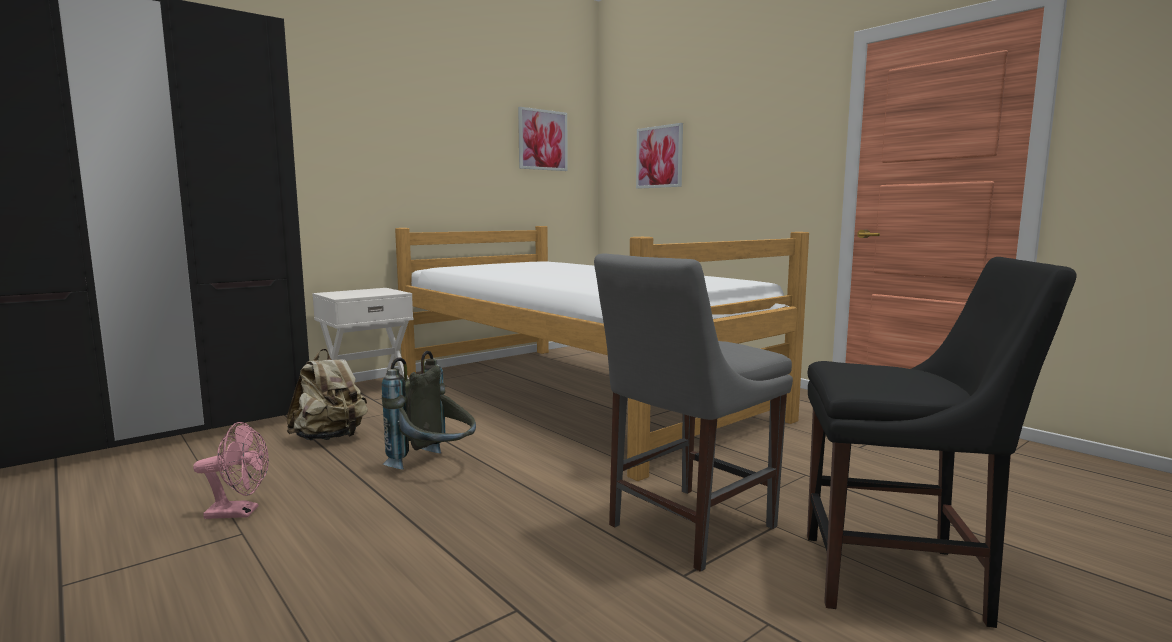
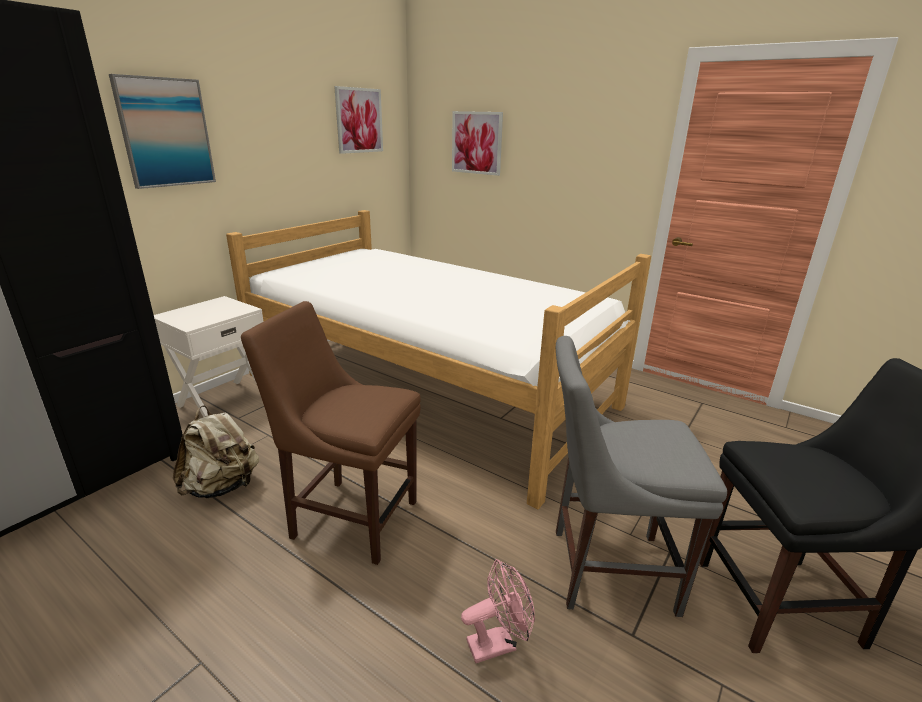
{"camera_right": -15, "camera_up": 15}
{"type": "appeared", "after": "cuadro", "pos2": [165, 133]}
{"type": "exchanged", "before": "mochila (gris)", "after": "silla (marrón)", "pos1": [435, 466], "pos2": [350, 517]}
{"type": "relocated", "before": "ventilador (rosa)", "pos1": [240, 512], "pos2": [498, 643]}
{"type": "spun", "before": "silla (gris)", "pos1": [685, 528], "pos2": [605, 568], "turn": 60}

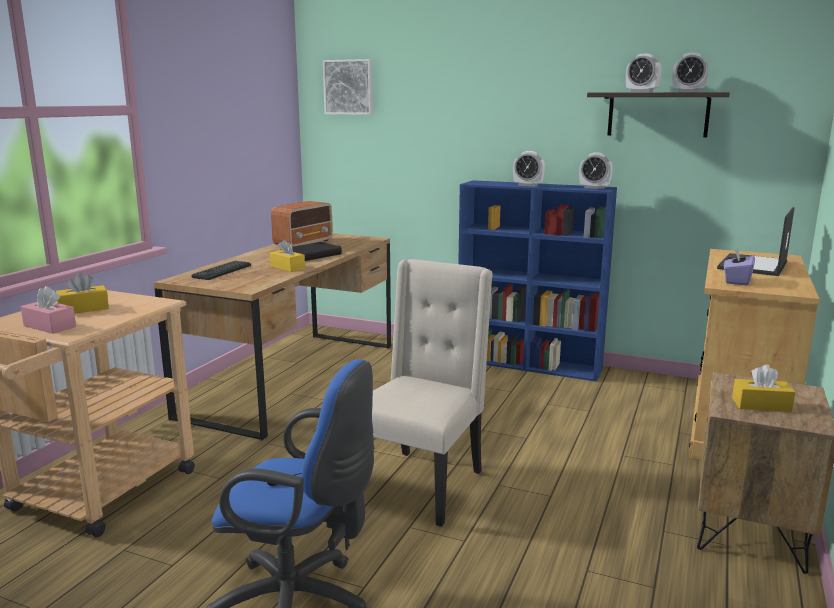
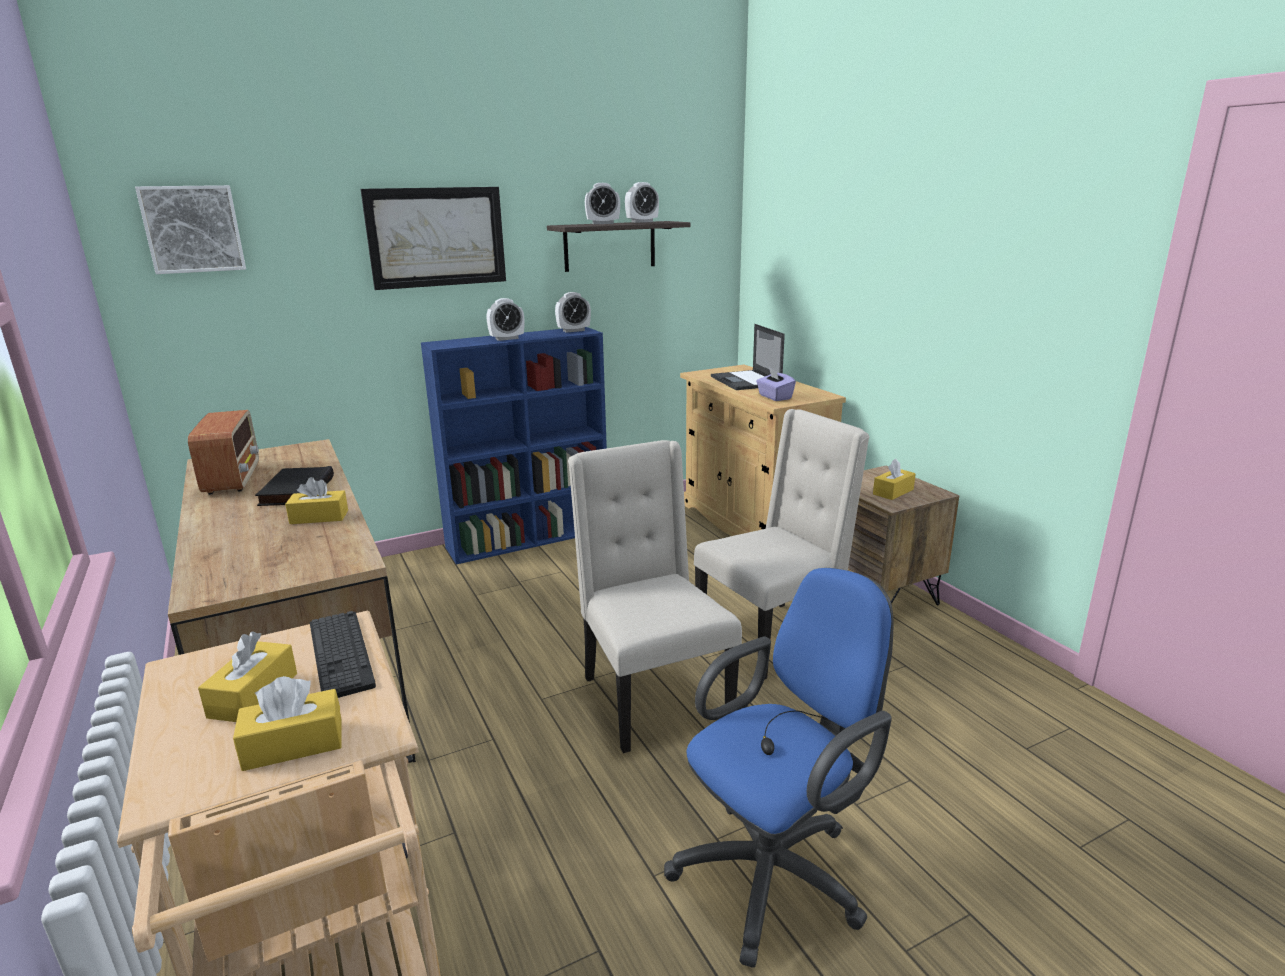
{"camera_right": -50, "camera_up": 5}
{"type": "colour", "before": "caja de pañuelos (rosa)", "after": "caja de pañuelos (amarillo)", "pos1": [50, 326], "pos2": [293, 744]}
{"type": "relocated", "before": "teclado", "pos1": [222, 271], "pos2": [341, 654]}
{"type": "appeared", "after": "cuadro", "pos2": [436, 237]}
{"type": "appeared", "after": "silla (beis)", "pos2": [772, 637]}

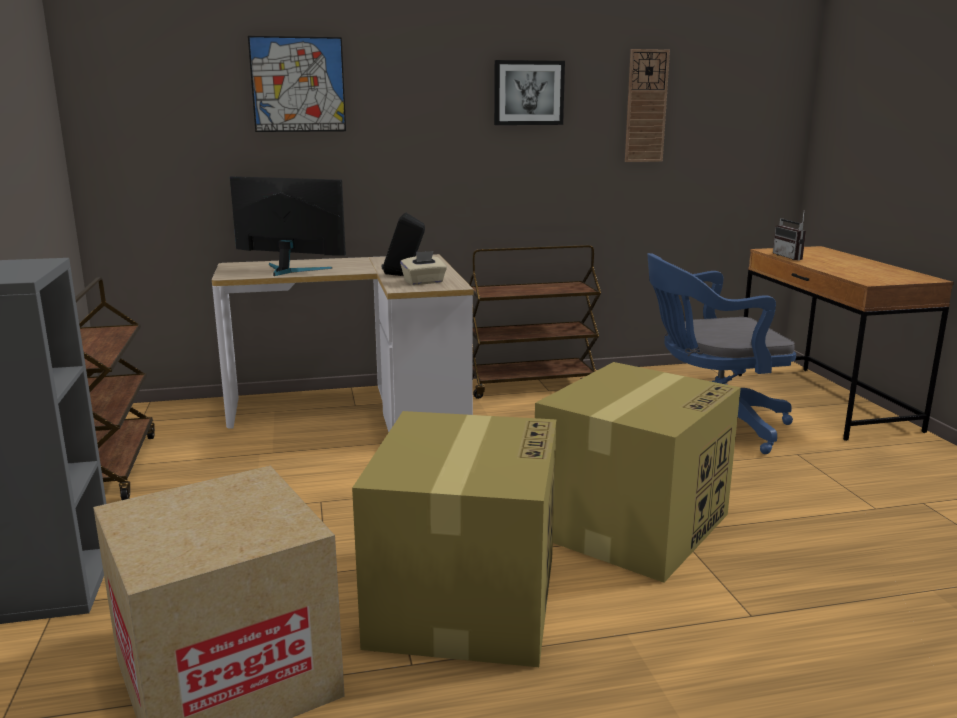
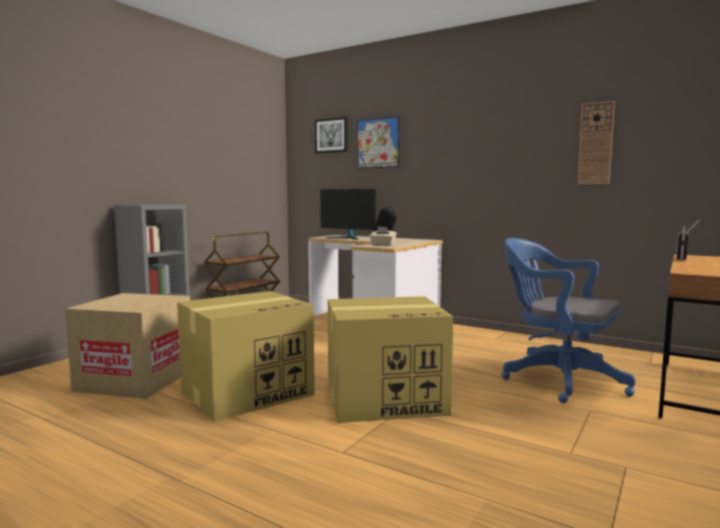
{"camera_right": 45, "camera_up": -10}
{"type": "relocated", "before": "cuadro", "pos1": [528, 93], "pos2": [331, 135]}
{"type": "spun", "before": "monitor", "pos1": [289, 270], "pos2": [348, 238], "turn": 150}
{"type": "missing", "before": "carrito (marrón)", "pos1": [531, 385]}

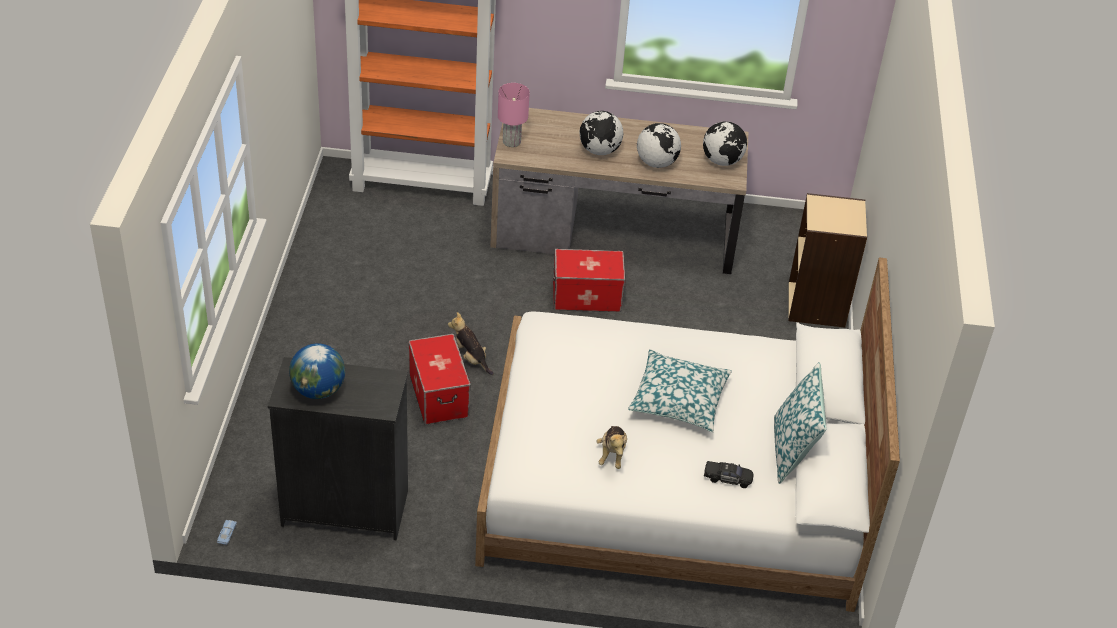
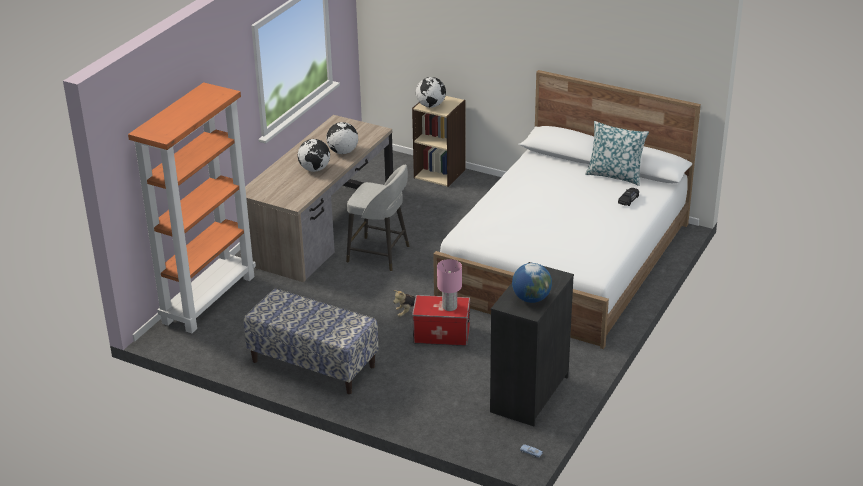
{"camera_right": -65, "camera_up": -10}
{"type": "appeared", "after": "banco", "pos2": [313, 364]}
{"type": "exchanged", "before": "caja de almacenaje", "after": "taburete (gris)", "pos1": [586, 297], "pos2": [380, 254]}
{"type": "relocated", "before": "globo terráqueo", "pos1": [722, 161], "pos2": [431, 105]}
{"type": "relocated", "before": "lámpara de mesa (rosa)", "pos1": [512, 141], "pos2": [449, 306]}
{"type": "missing", "before": "peluche", "pos1": [612, 454]}
{"type": "missing", "before": "cojín", "pos1": [679, 399]}

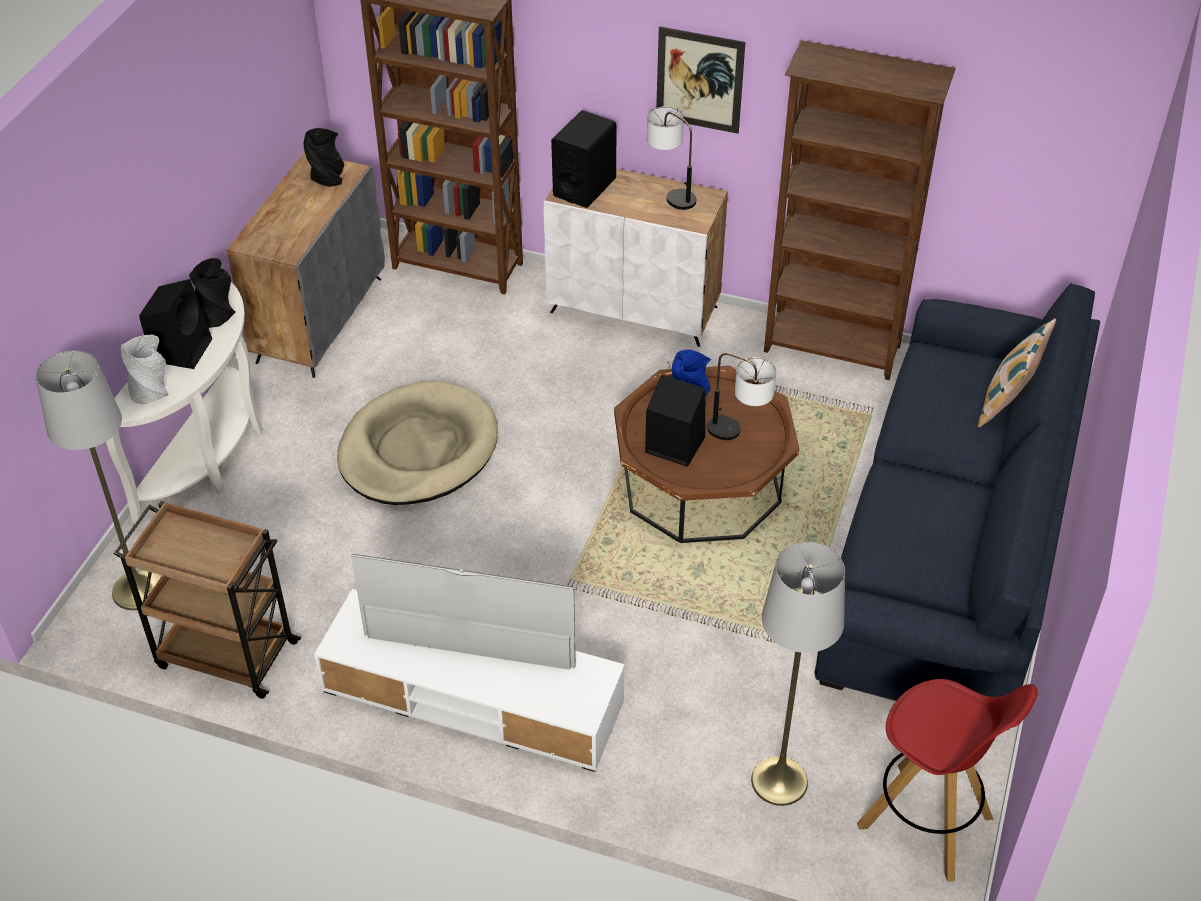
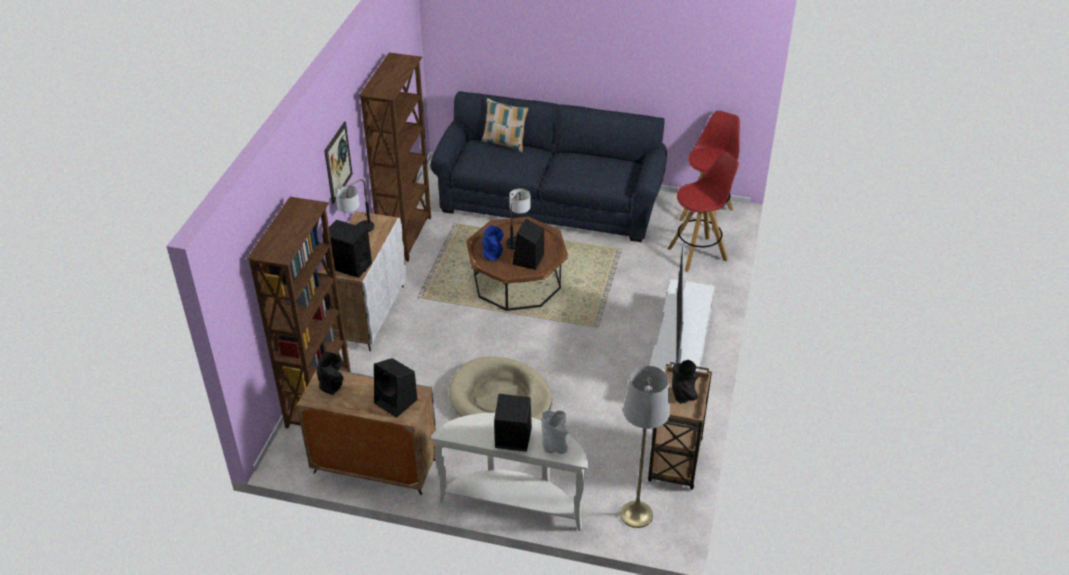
{"camera_right": -95, "camera_up": -5}
{"type": "appeared", "after": "altavoz (negro)", "pos2": [397, 402]}
{"type": "exchanged", "before": "lámpara de pie (gris)", "after": "taburete (rojo)", "pos1": [779, 781], "pos2": [698, 254]}
{"type": "relocated", "before": "florero (negro)", "pos1": [217, 314], "pos2": [683, 395]}

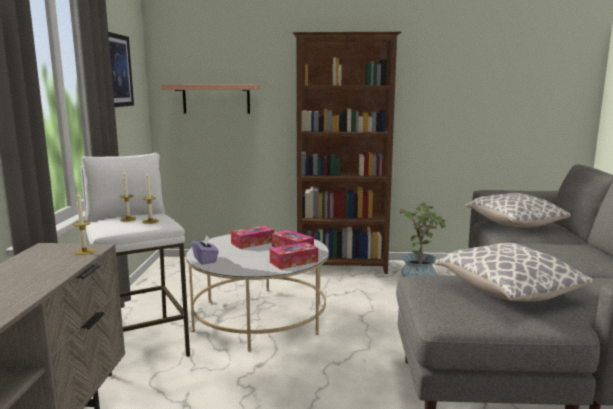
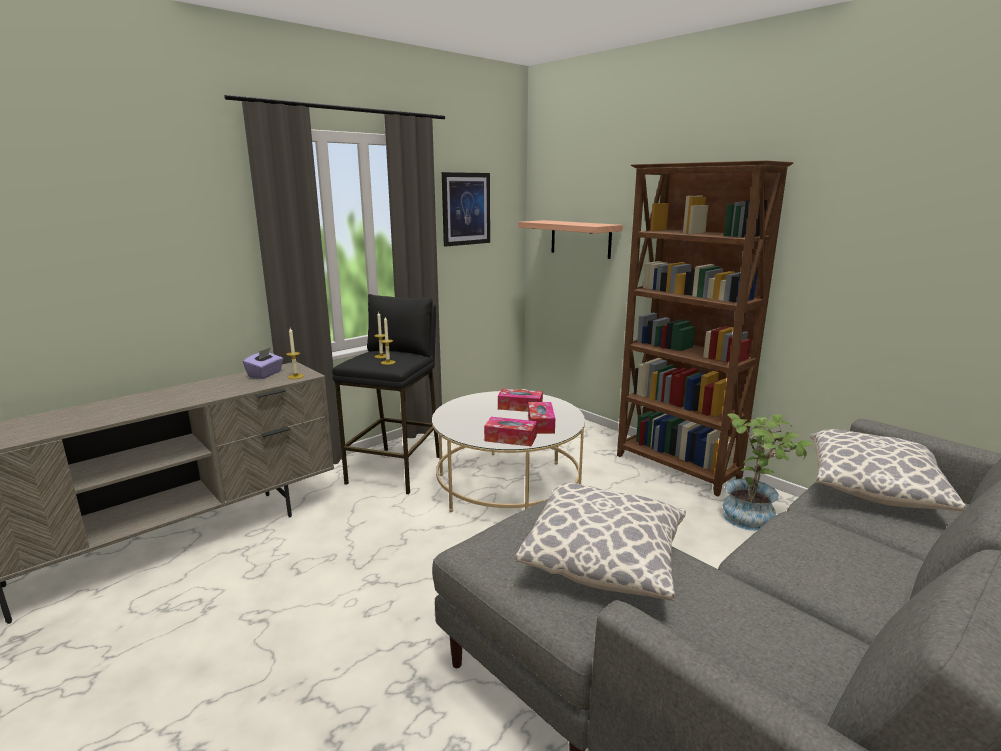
{"camera_right": 45, "camera_up": 5}
{"type": "relocated", "before": "caja de pañuelos (morado)", "pos1": [205, 260], "pos2": [265, 374]}
{"type": "colour", "before": "taburete (blanco)", "after": "taburete (negro)", "pos1": [141, 344], "pos2": [396, 469]}

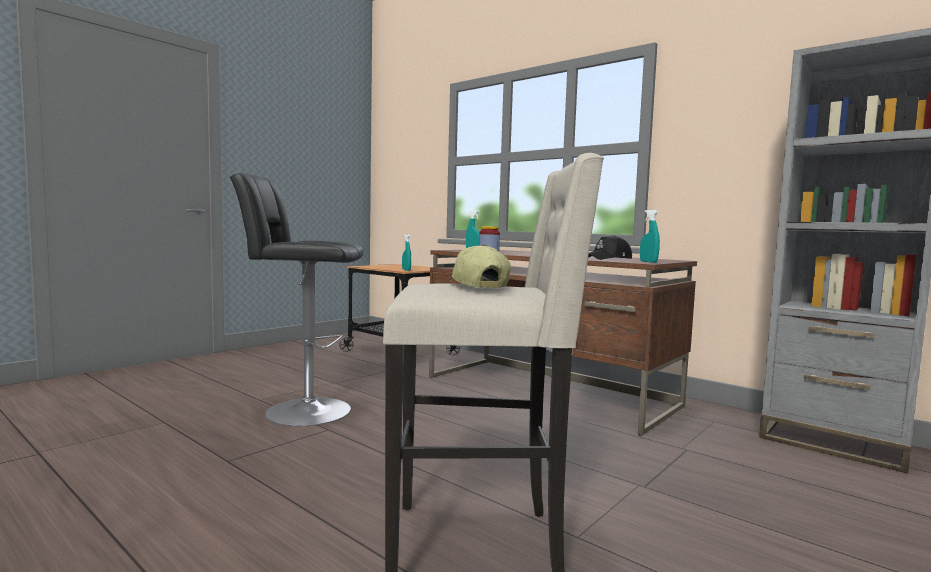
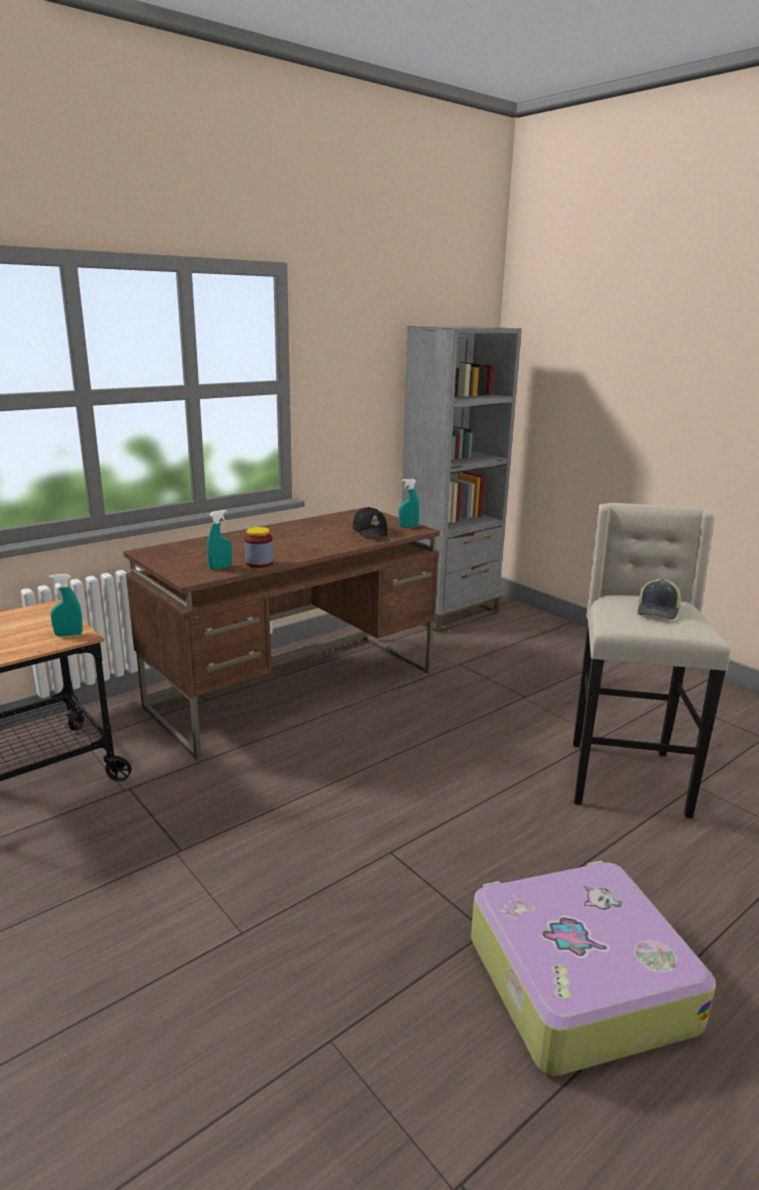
{"camera_right": -80, "camera_up": 15}
{"type": "appeared", "after": "maleta", "pos2": [576, 980]}
{"type": "spun", "before": "gorra", "pos1": [477, 287], "pos2": [658, 611], "turn": -60}
{"type": "missing", "before": "taburete (negro)", "pos1": [302, 411]}

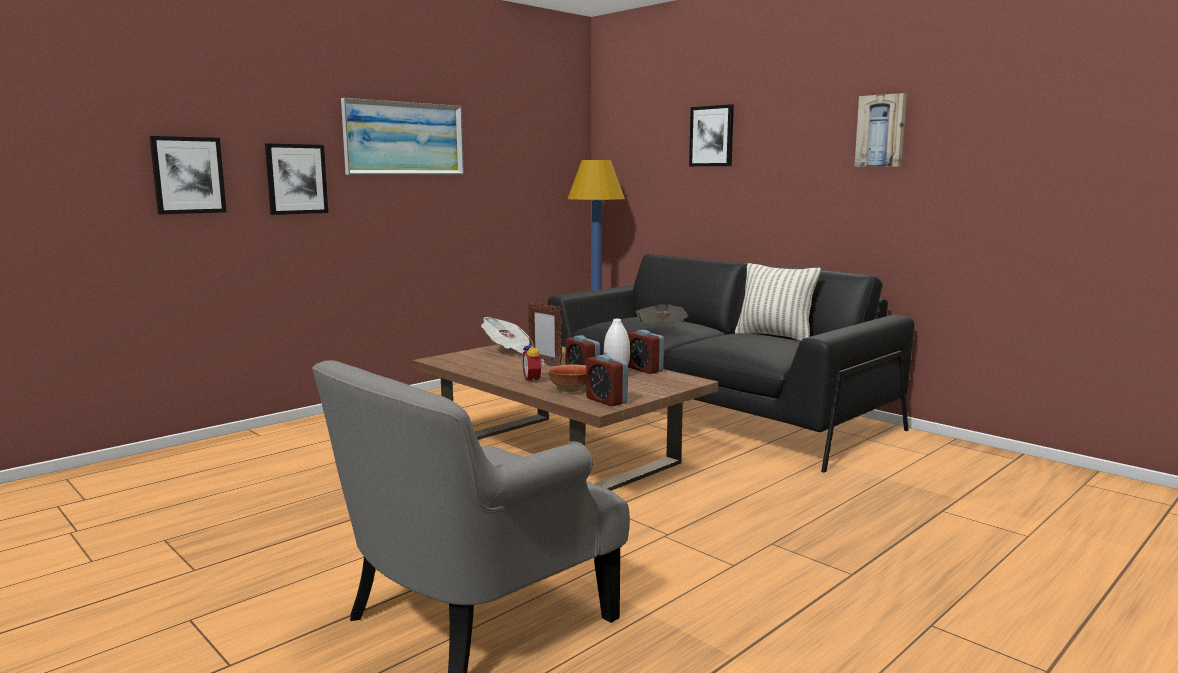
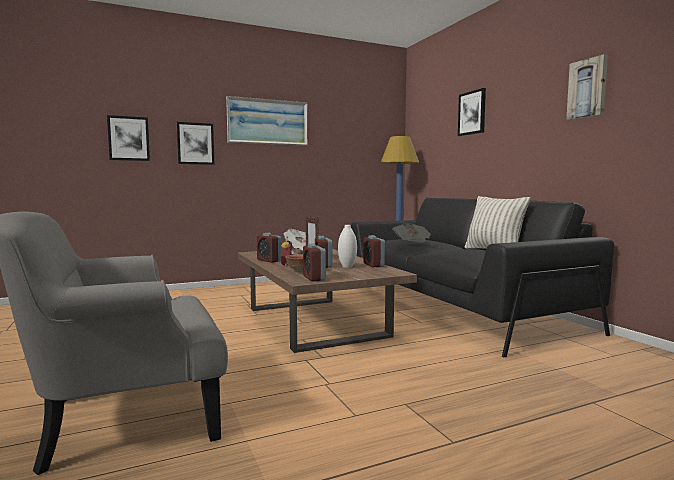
{"camera_right": 20, "camera_up": -5}
{"type": "appeared", "after": "despertador", "pos2": [269, 260]}

